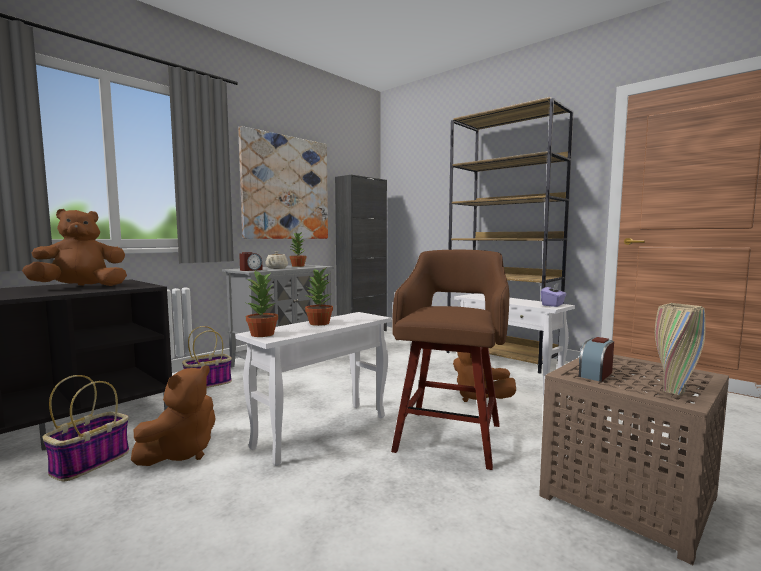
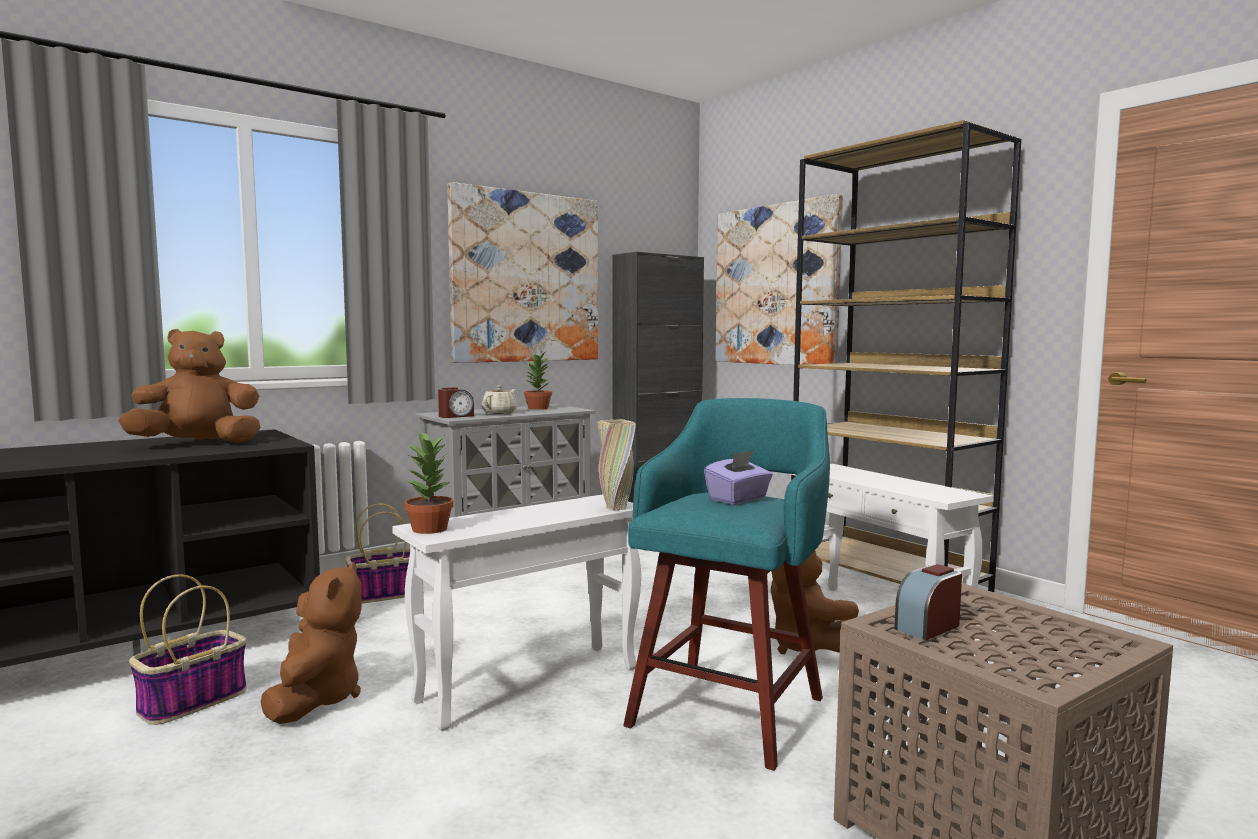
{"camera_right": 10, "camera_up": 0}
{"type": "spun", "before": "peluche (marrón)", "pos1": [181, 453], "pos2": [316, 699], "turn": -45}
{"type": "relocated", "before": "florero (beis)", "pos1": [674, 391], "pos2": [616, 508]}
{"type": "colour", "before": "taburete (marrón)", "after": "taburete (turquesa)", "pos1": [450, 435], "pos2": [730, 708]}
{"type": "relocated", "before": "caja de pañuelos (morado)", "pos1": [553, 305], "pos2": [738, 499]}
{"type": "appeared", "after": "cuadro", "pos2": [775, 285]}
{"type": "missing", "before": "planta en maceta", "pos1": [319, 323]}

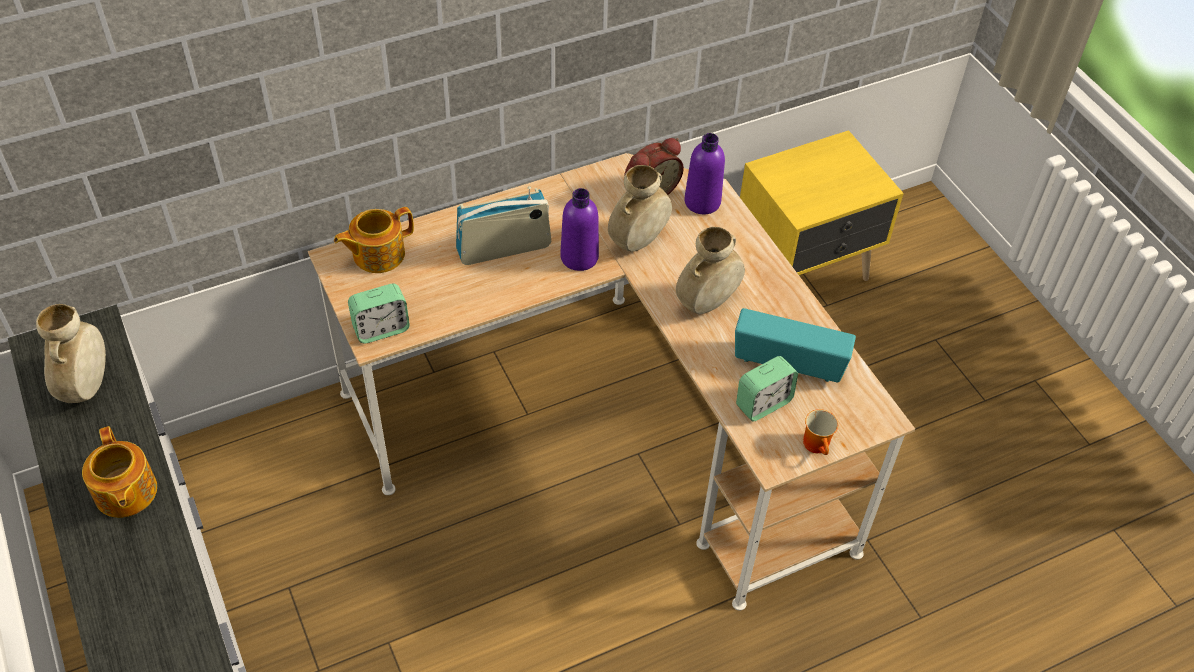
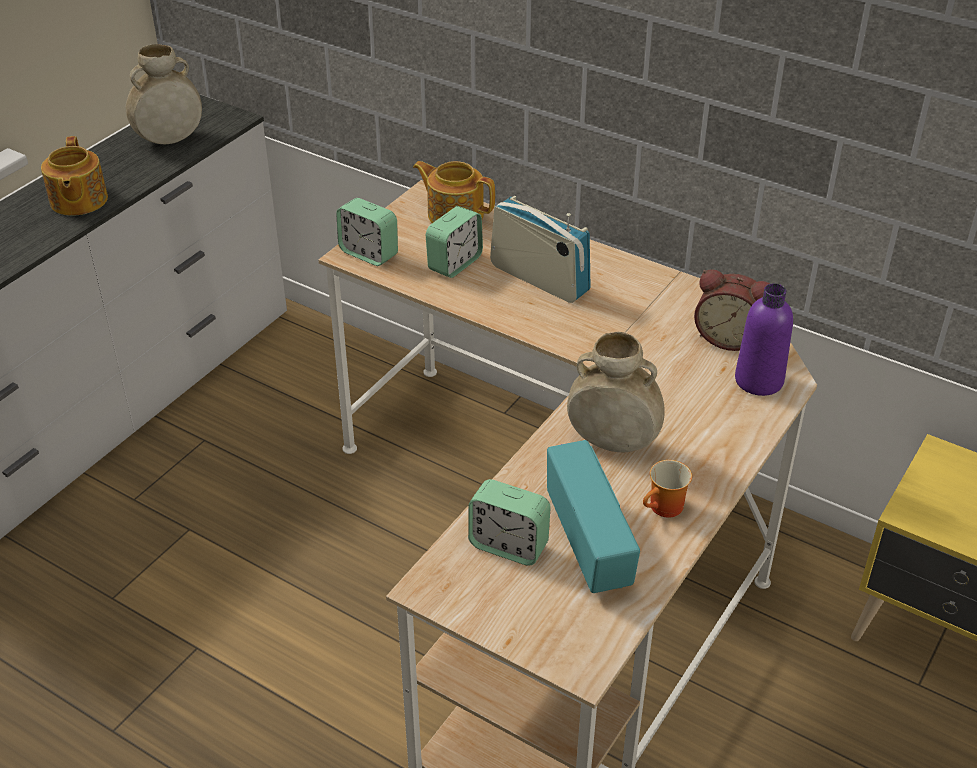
{"camera_right": 60, "camera_up": -10}
{"type": "spun", "before": "tetera", "pos1": [125, 493], "pos2": [78, 201], "turn": -45}
{"type": "appeared", "after": "despertador", "pos2": [454, 263]}
{"type": "relocated", "before": "taza grande", "pos1": [818, 445], "pos2": [665, 509]}
{"type": "missing", "before": "botella (morado)", "pos1": [579, 257]}
{"type": "missing", "before": "florero (beis)", "pos1": [638, 241]}

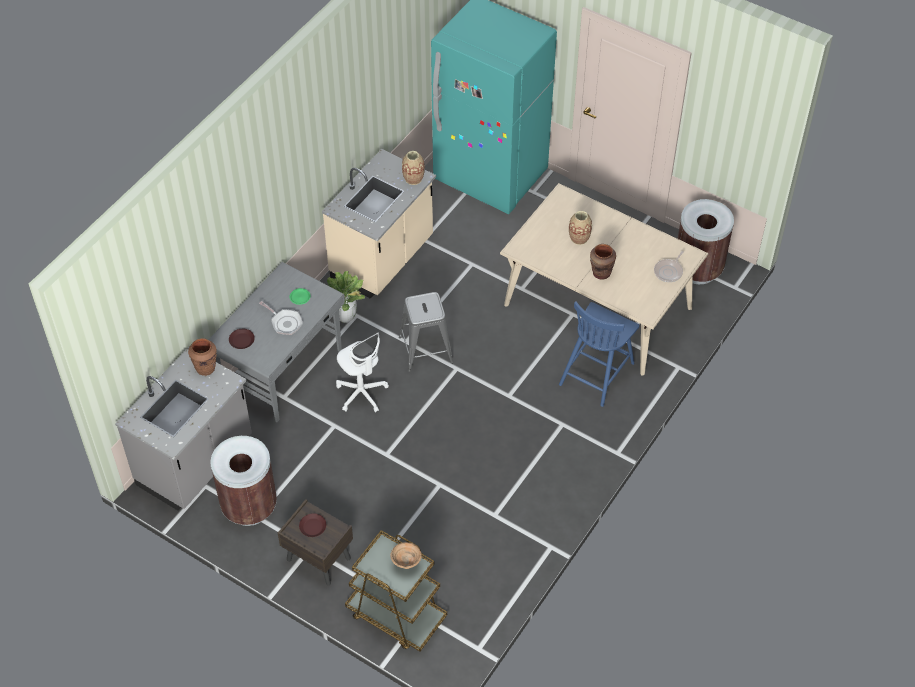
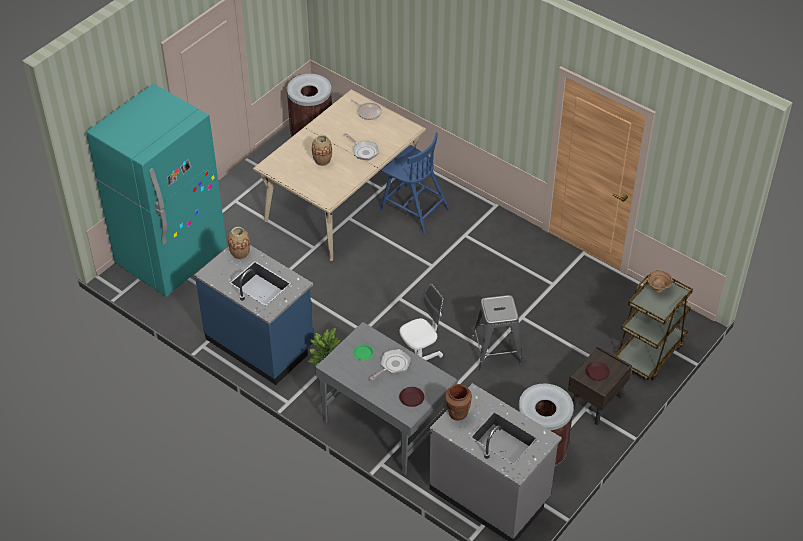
{"camera_right": -85, "camera_up": -5}
{"type": "colour", "before": "mueble bajo de cocina (beis)", "after": "mueble bajo de cocina (azul)", "pos1": [383, 259], "pos2": [260, 343]}
{"type": "exchanged", "before": "florero (marrón)", "after": "sartén", "pos1": [601, 273], "pos2": [364, 151]}
{"type": "relocated", "before": "taburete (gris)", "pos1": [425, 349], "pos2": [496, 350]}

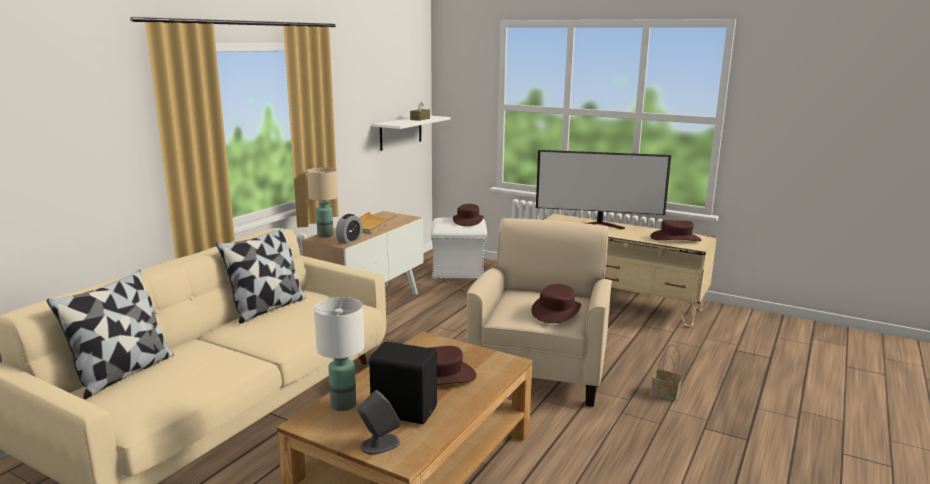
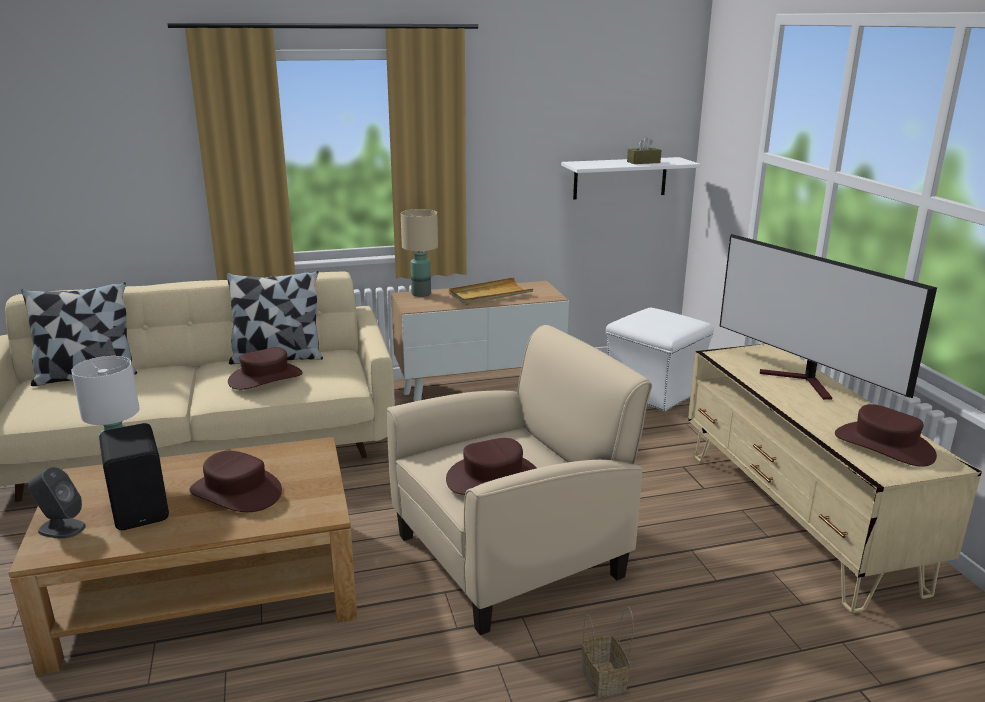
{"camera_right": 45, "camera_up": 5}
{"type": "relocated", "before": "sombrero (marrón)", "pos1": [468, 221], "pos2": [265, 378]}
{"type": "missing", "before": "despertador", "pos1": [349, 240]}

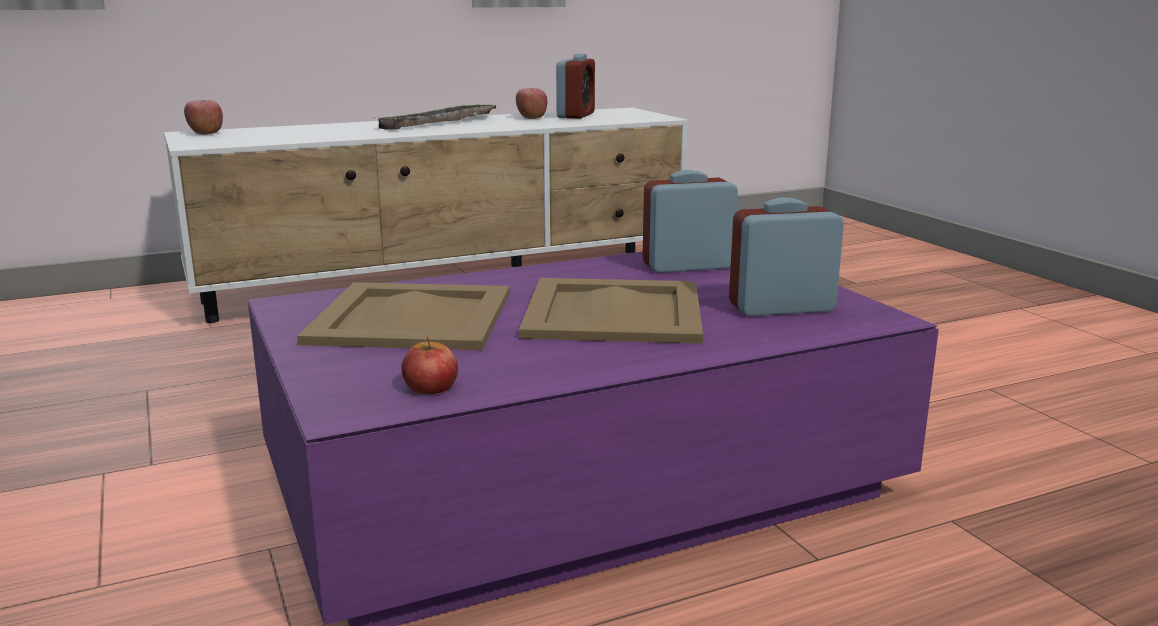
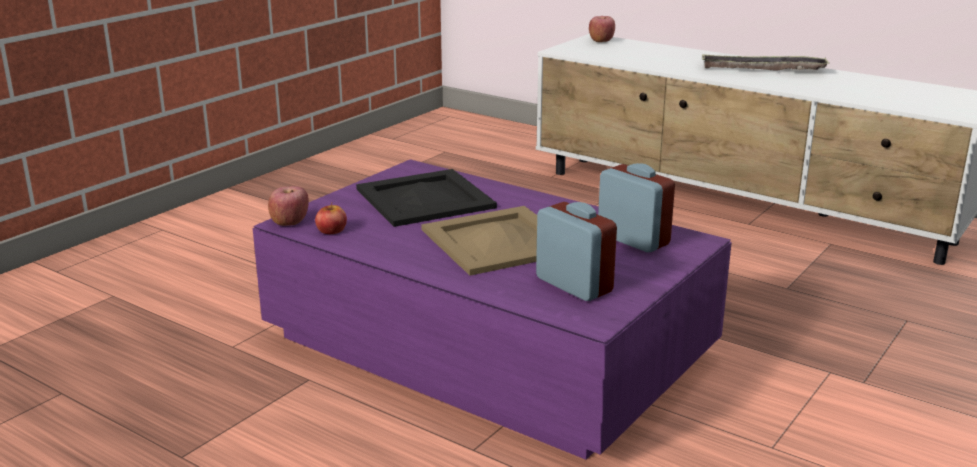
{"camera_right": 60, "camera_up": 5}
{"type": "relocated", "before": "manzana", "pos1": [531, 118], "pos2": [289, 222]}
{"type": "colour", "before": "bandeja (beis)", "after": "bandeja (negro)", "pos1": [414, 317], "pos2": [426, 198]}
{"type": "missing", "before": "despertador", "pos1": [576, 115]}

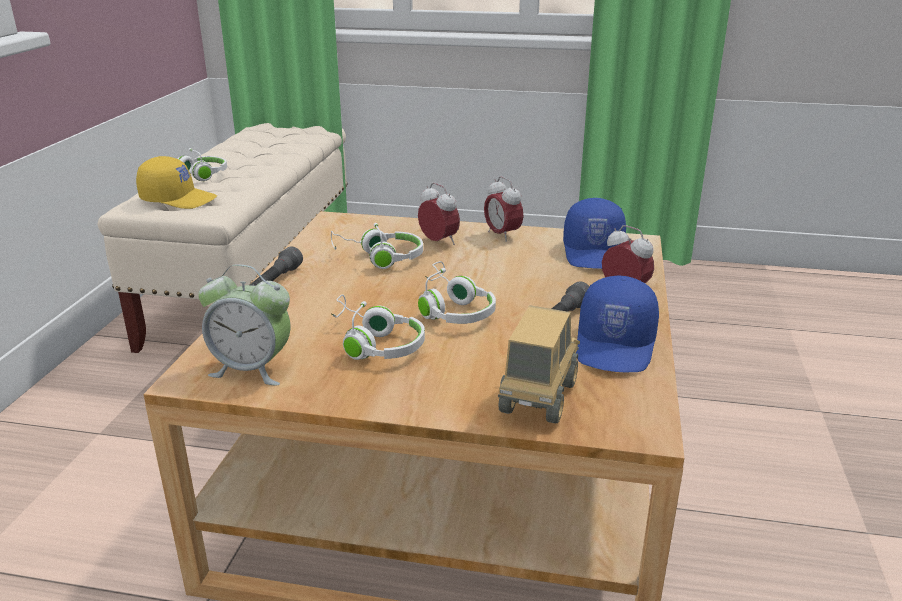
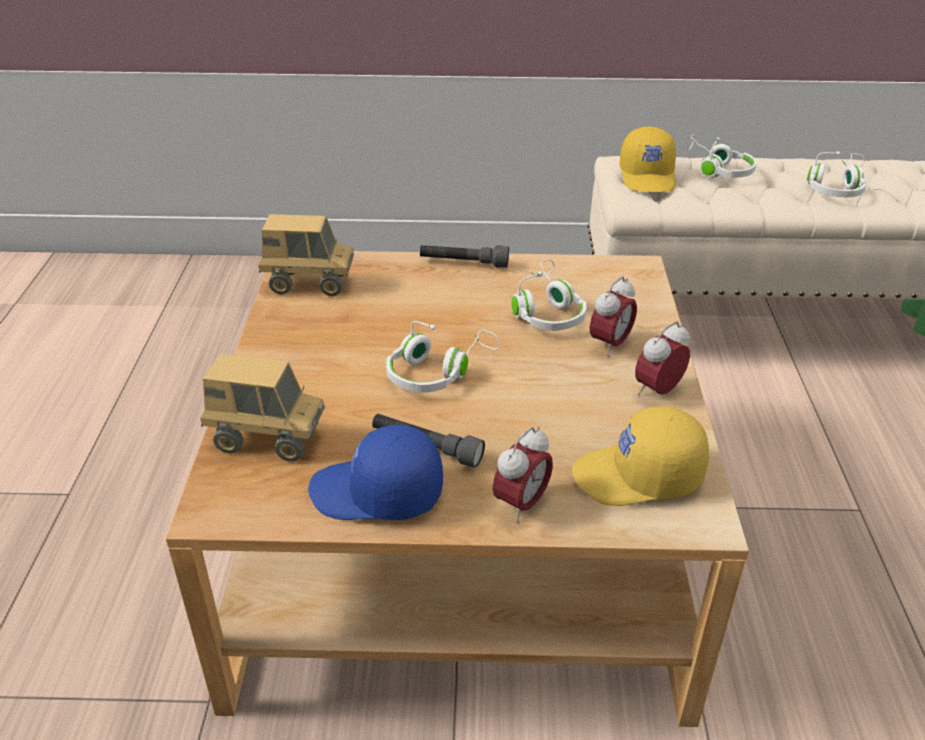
{"camera_right": 80, "camera_up": 10}
{"type": "exchanged", "before": "despertador", "after": "camión de juguete", "pos1": [252, 369], "pos2": [309, 284]}
{"type": "colour", "before": "gorra (azul)", "after": "gorra (amarillo)", "pos1": [595, 253], "pos2": [638, 477]}
{"type": "relocated", "before": "auriculares (blanco)", "pos1": [374, 343], "pos2": [836, 187]}

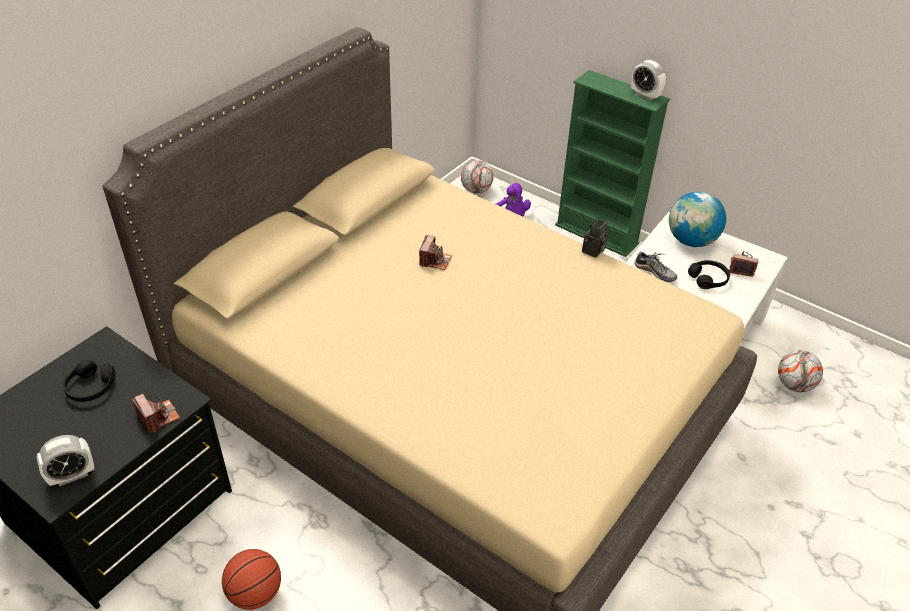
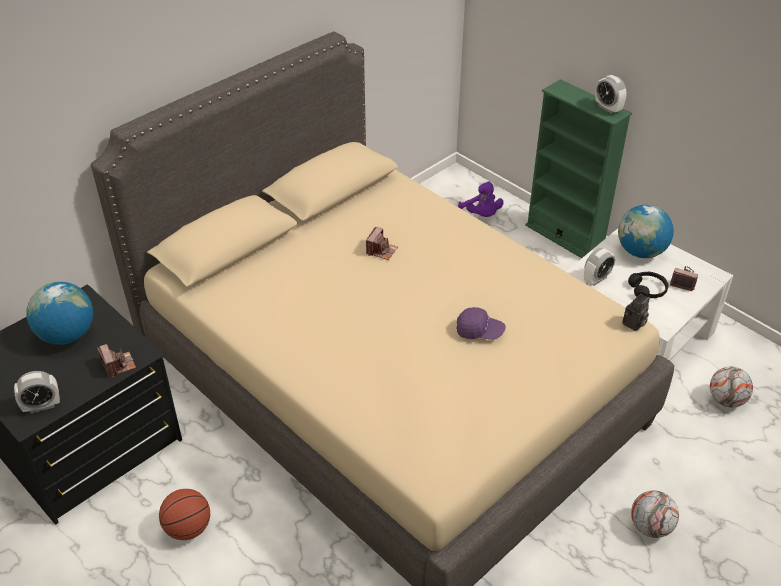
{"camera_right": 10, "camera_up": 0}
{"type": "exchanged", "before": "auriculares (negro)", "after": "globo terráqueo", "pos1": [90, 387], "pos2": [67, 335]}
{"type": "appeared", "after": "gorra (morado)", "pos2": [479, 331]}
{"type": "exchanged", "before": "zapato", "after": "despertador", "pos1": [655, 272], "pos2": [596, 279]}
{"type": "relocated", "before": "cámara", "pos1": [593, 252], "pos2": [634, 324]}
{"type": "relocated", "before": "balón de fútbol", "pos1": [476, 190], "pos2": [650, 527]}

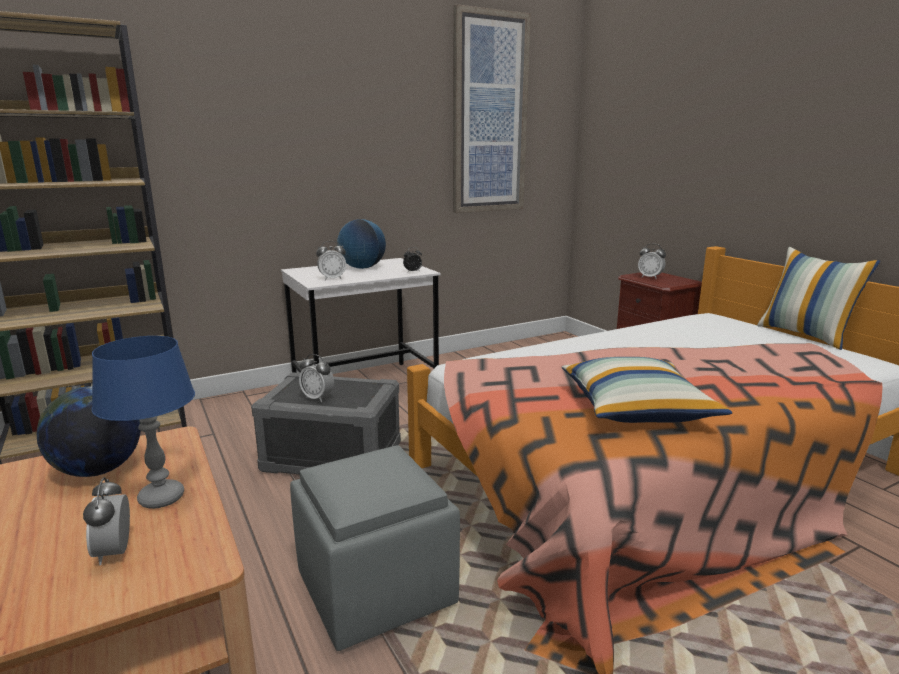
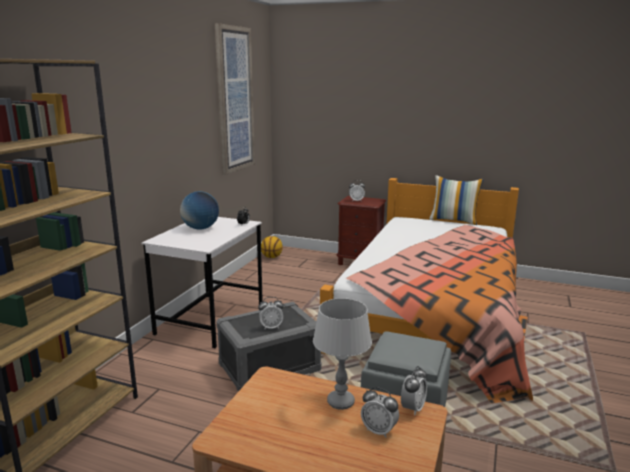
{"camera_right": -40, "camera_up": 0}
{"type": "appeared", "after": "balón de baloncesto", "pos2": [272, 257]}
{"type": "colour", "before": "lámpara de mesa (azul)", "after": "lámpara de mesa (gris)", "pos1": [161, 498], "pos2": [340, 402]}
{"type": "relocated", "before": "despertador", "pos1": [332, 279], "pos2": [413, 408]}
{"type": "missing", "before": "globo terráqueo", "pos1": [98, 470]}
{"type": "missing", "before": "cojín", "pos1": [636, 409]}

